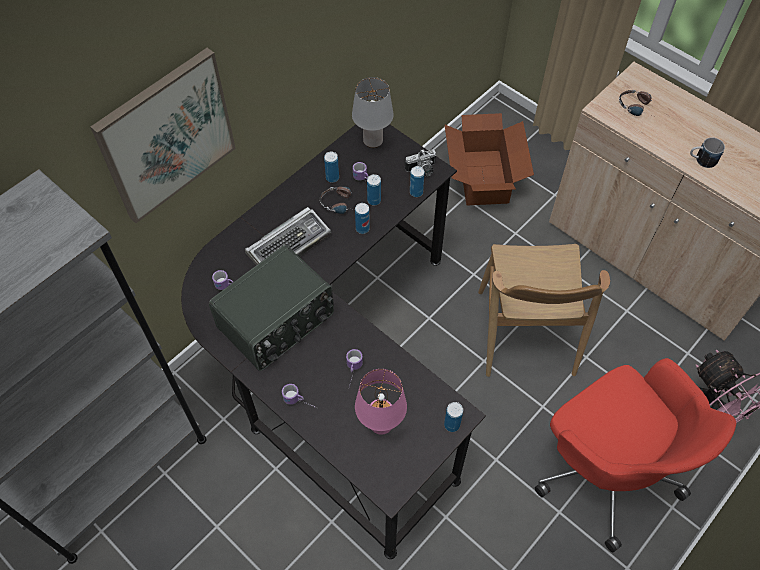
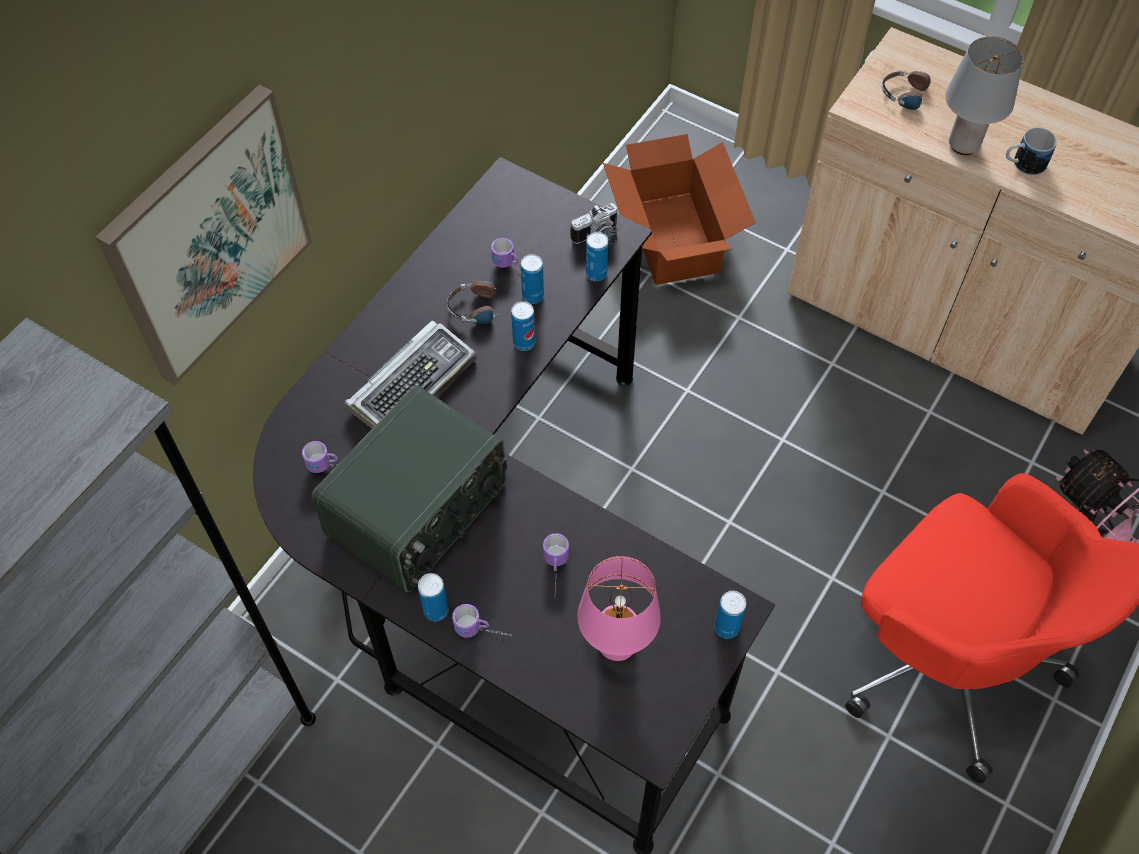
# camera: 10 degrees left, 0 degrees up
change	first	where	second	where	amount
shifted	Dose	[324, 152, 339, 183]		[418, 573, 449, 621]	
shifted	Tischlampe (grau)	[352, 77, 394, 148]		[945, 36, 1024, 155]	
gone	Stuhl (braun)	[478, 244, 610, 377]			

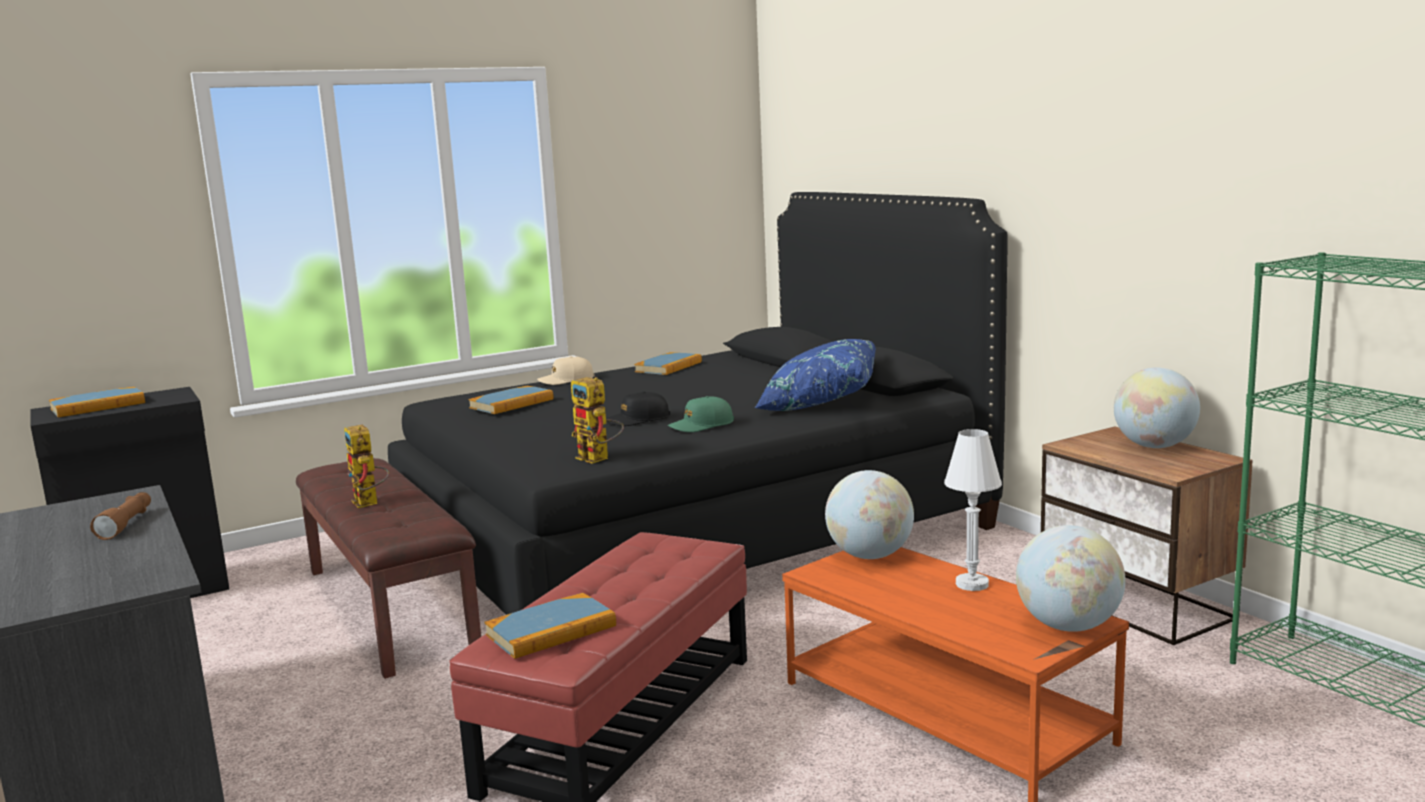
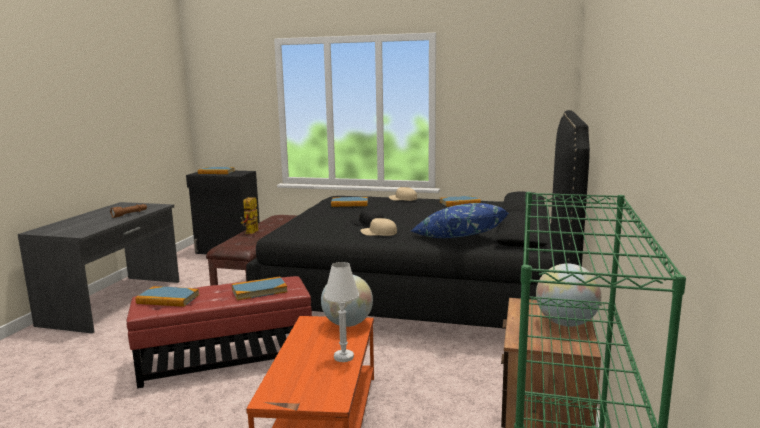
# camera: 45 degrees right, 0 degrees up
change	first	where	second	where	amount
new			Buch	[232, 277, 288, 300]	
repainted	Kappe (grün)	[668, 396, 734, 432]	Kappe (beige)	[360, 218, 397, 236]	
gone	Spielzeugroboter	[571, 377, 624, 464]			
gone	Globus	[1016, 525, 1126, 632]			

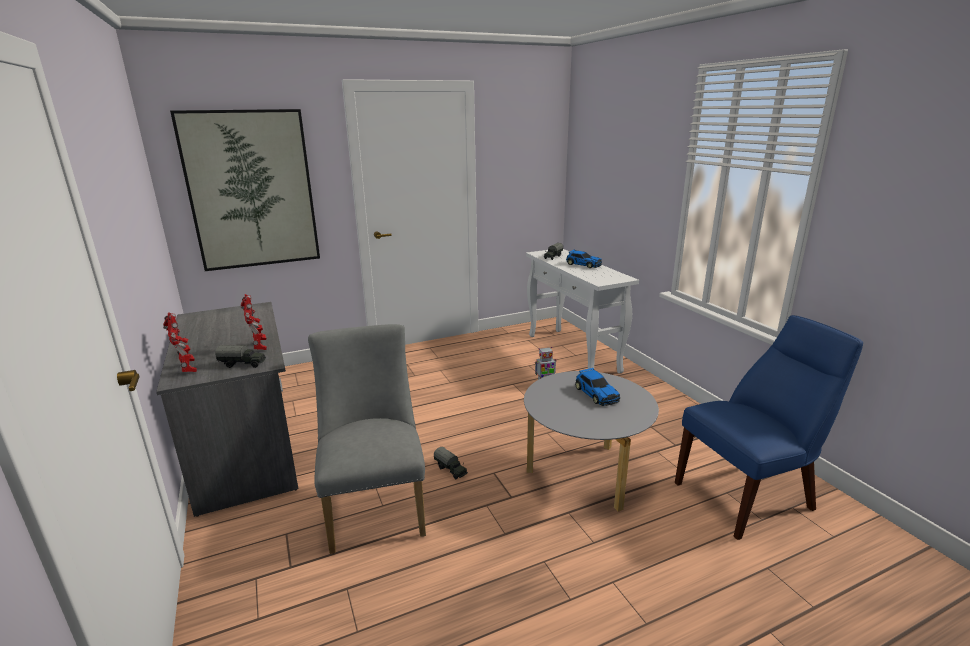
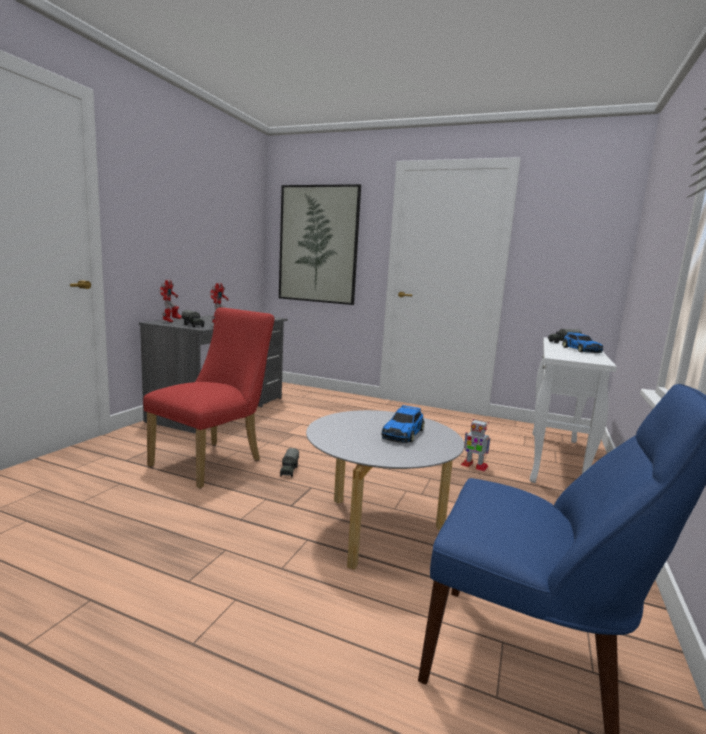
# camera: 45 degrees right, 10 degrees down
change	first	where	second	where	amount
repainted	Stuhl (grau)	[308, 324, 426, 554]	Stuhl (rot)	[143, 308, 275, 489]	

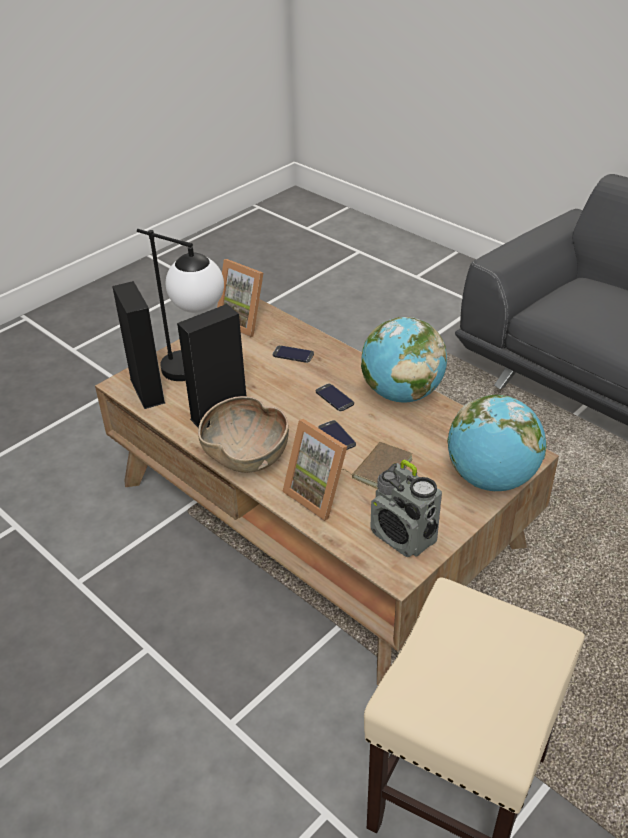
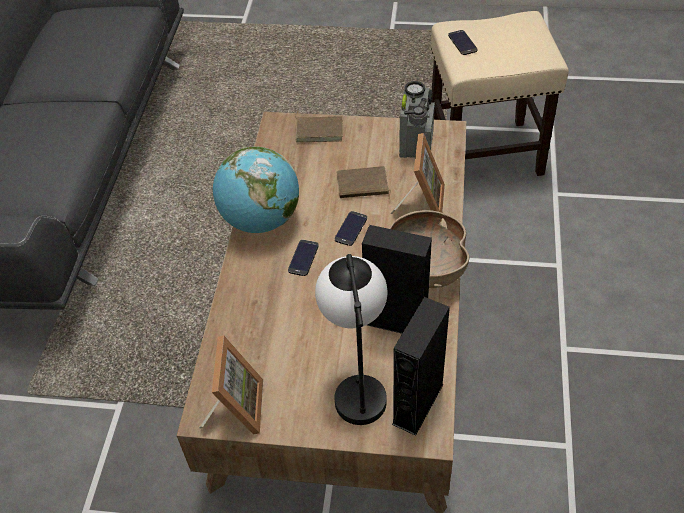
# camera: 125 degrees left, 10 degrees up
change	first	where	second	where	amount
swapped	Globus	[447, 395, 547, 491]	Buch (braun)	[295, 112, 343, 142]	
shifted	Handy	[272, 345, 314, 363]		[448, 30, 478, 55]	

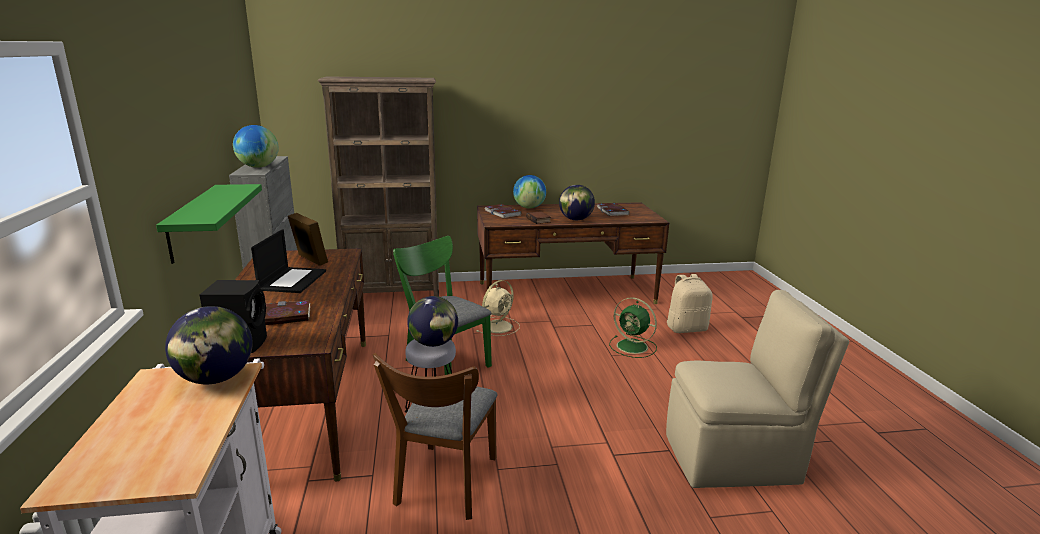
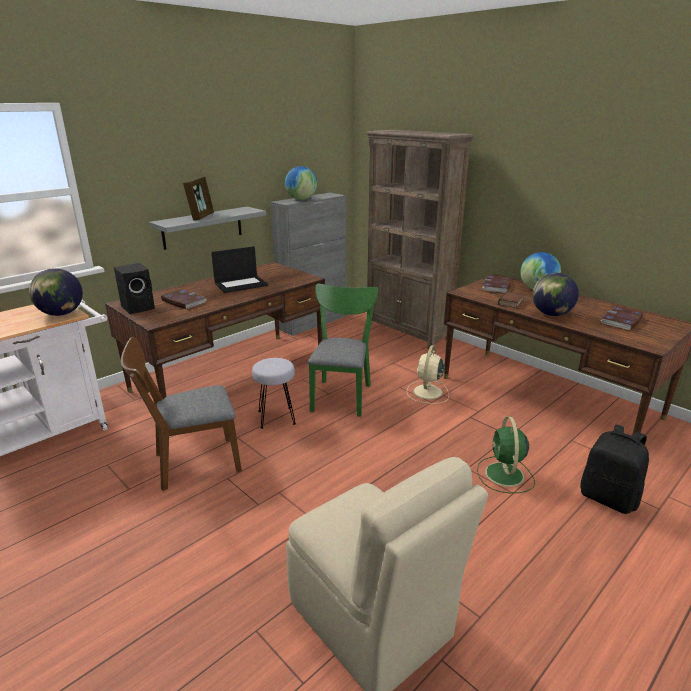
# camera: 55 degrees right, 5 degrees up
change	first	where	second	where	amount
repainted	Wandregal (grün)	[156, 184, 262, 264]	Wandregal (grau)	[149, 207, 266, 250]	
shifted	Bilderrahmen	[288, 213, 328, 266]		[183, 176, 214, 220]	
rotated	Ventilator (beige)	[477, 280, 520, 336]		[407, 345, 449, 404]	105 degrees clockwise
repainted	Rucksack (beige)	[667, 274, 713, 333]	Rucksack (schwarz)	[580, 425, 649, 514]	
gone	Globus	[407, 296, 458, 347]			

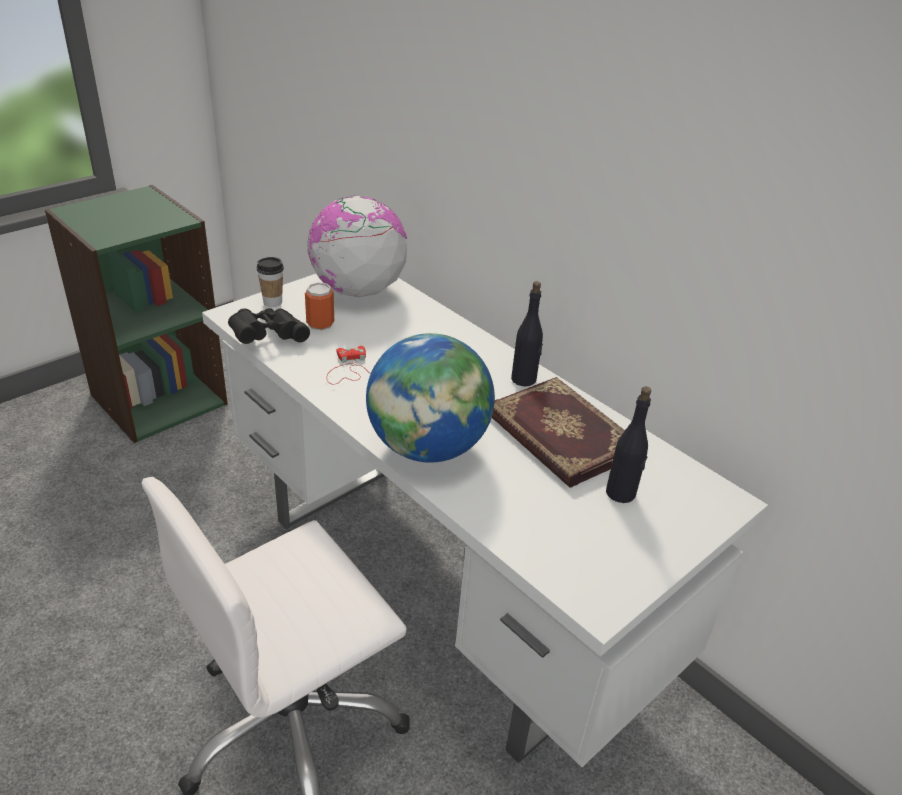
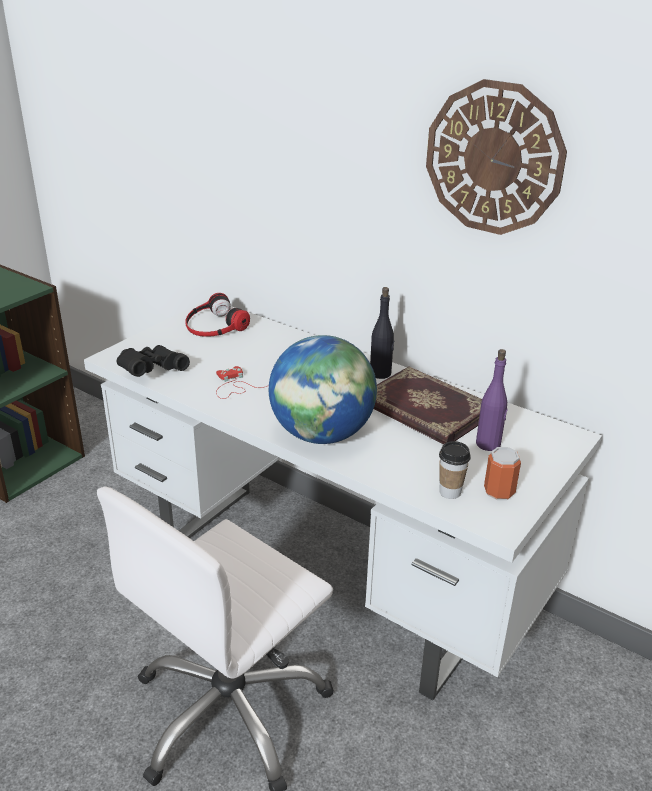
# camera: 10 degrees left, 5 degrees down
change	first	where	second	where	amount
swapped	Globus	[307, 195, 407, 297]	Kopfhörer	[185, 293, 250, 337]	
new			Wanduhr	[426, 79, 567, 235]	
shifted	Tasse	[257, 257, 284, 307]		[439, 441, 471, 499]	
repainted	Flasche (schwarz)	[606, 387, 651, 503]	Flasche (lila)	[476, 349, 508, 451]	
shifted	Dose	[305, 282, 334, 331]		[484, 447, 521, 500]	

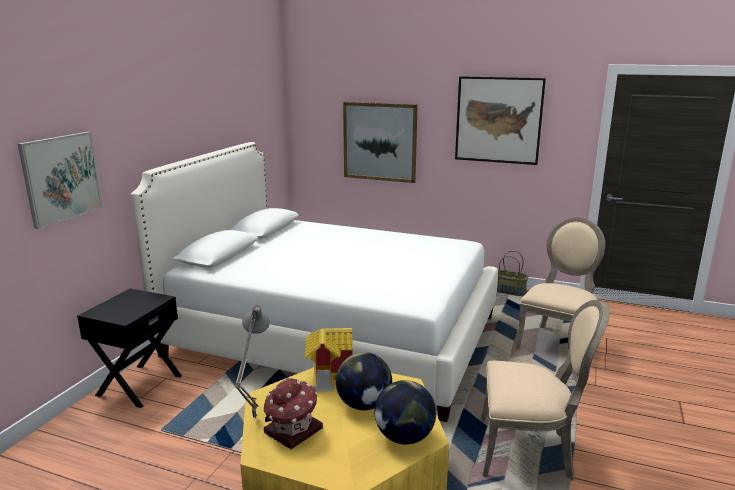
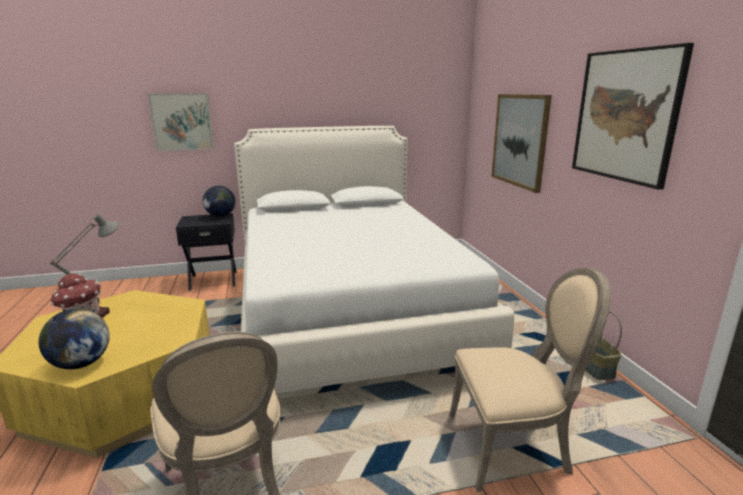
# camera: 55 degrees right, 0 degrees up
change	first	where	second	where	amount
shifted	Globus	[336, 352, 392, 410]		[203, 186, 235, 217]	
gone	Spielzeughaus	[305, 328, 353, 391]			

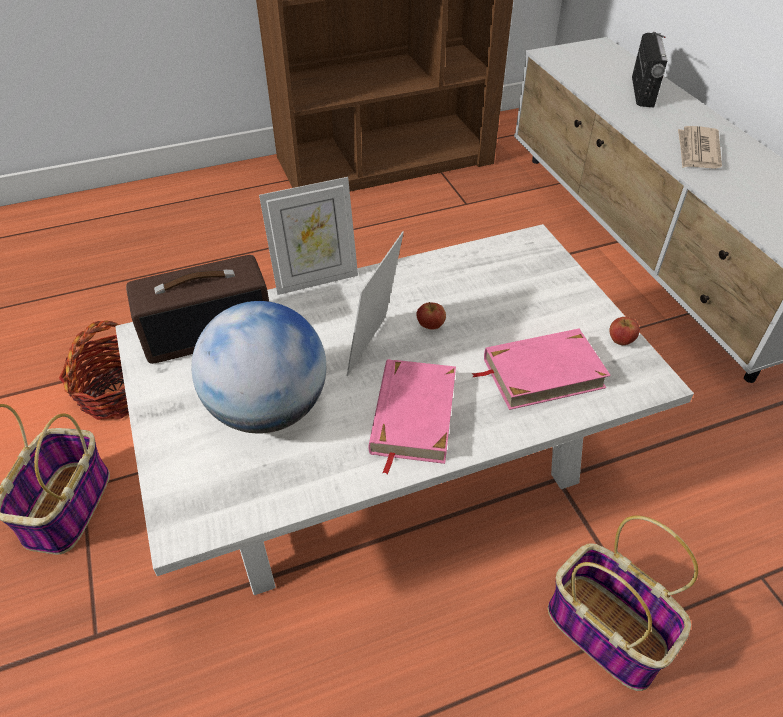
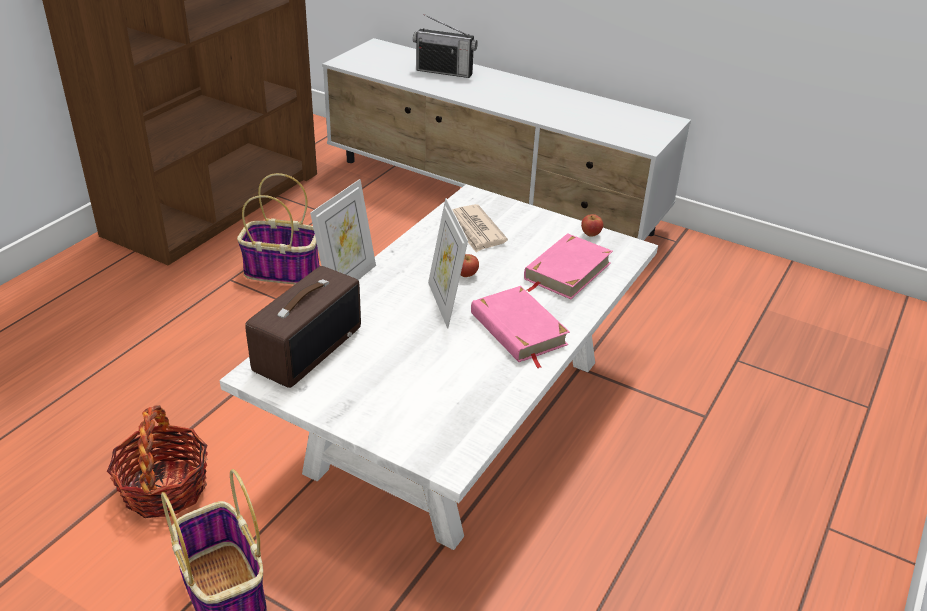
# camera: 40 degrees left, 10 degrees down
change	first	where	second	where	amount
shifted	Korb	[548, 515, 698, 691]		[237, 173, 320, 284]	
rotated	Radio	[632, 32, 667, 107]		[413, 14, 478, 78]	135 degrees clockwise
shifted	Zeitung	[678, 126, 722, 169]		[452, 204, 508, 253]	
gone	Globus	[192, 301, 326, 433]			

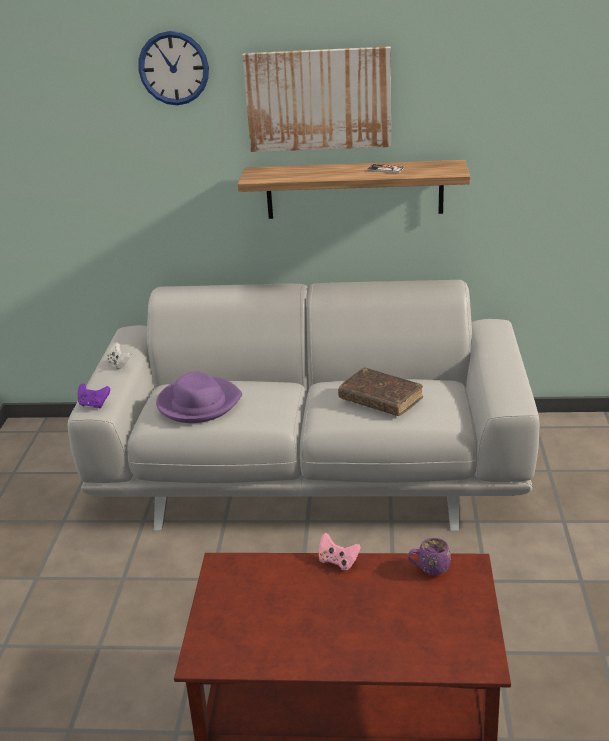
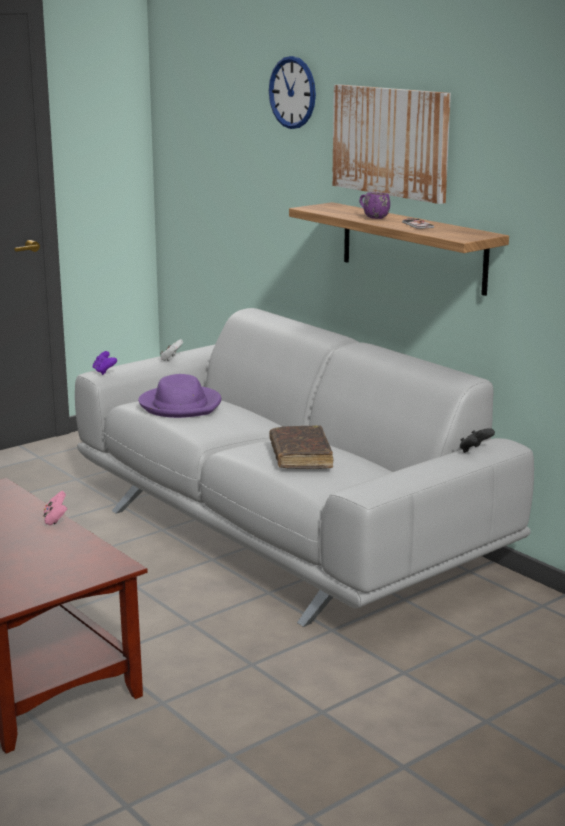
# camera: 45 degrees right, 10 degrees down
change	first	where	second	where	amount
shifted	Henkelbecher (lila)	[408, 538, 451, 575]		[360, 192, 390, 219]	
new			Gamepad (schwarz)	[460, 428, 495, 453]	

